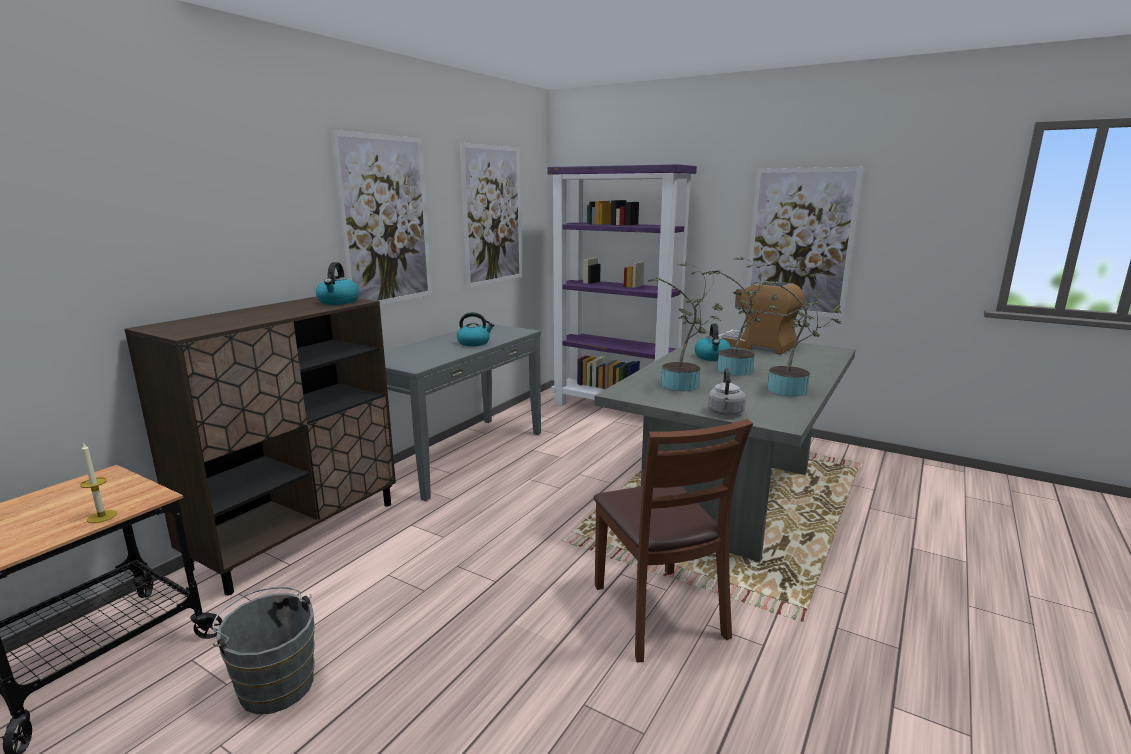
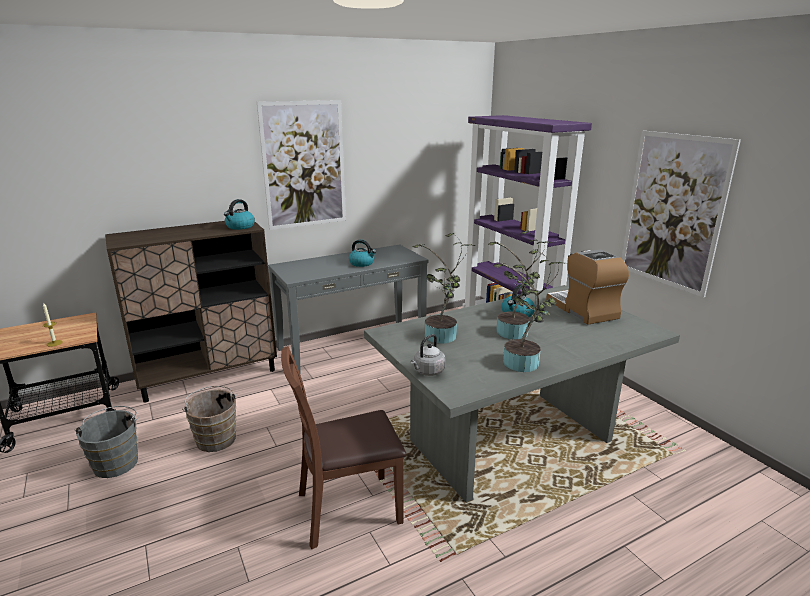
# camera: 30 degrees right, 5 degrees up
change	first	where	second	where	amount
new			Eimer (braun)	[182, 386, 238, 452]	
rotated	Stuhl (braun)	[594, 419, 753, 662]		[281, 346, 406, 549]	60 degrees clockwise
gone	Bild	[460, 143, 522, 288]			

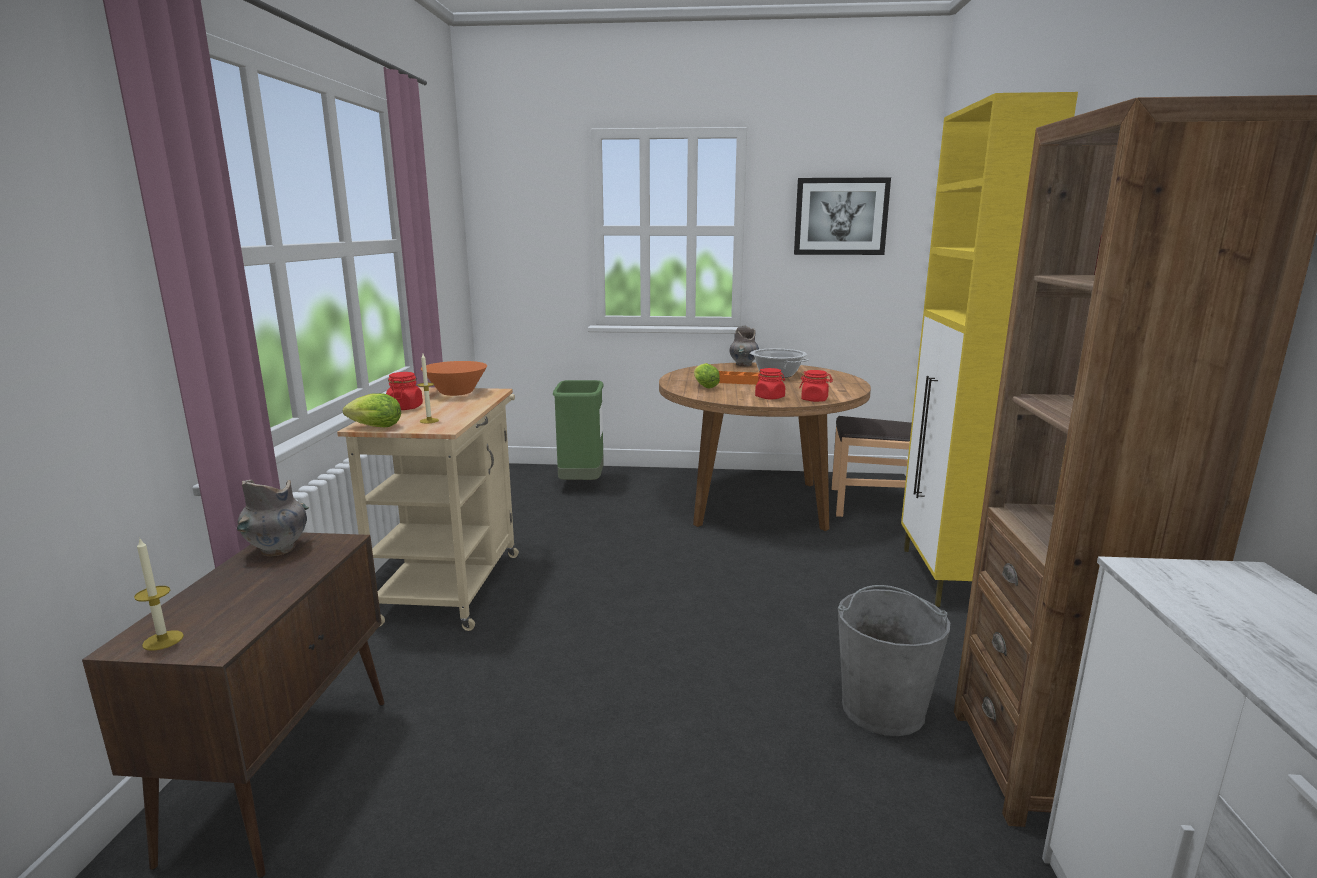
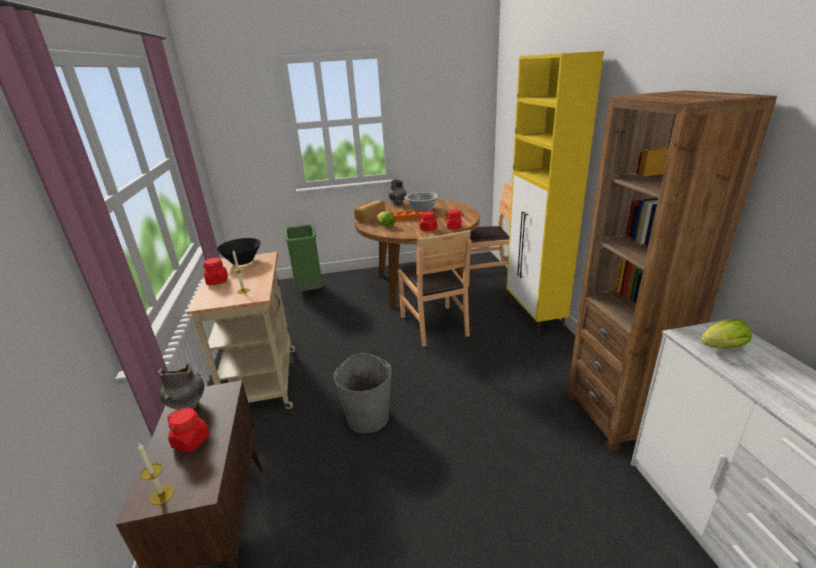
# camera: 15 degrees left, 10 degrees up
change	first	where	second	where	amount
new			Vorratsglas (rot)	[168, 408, 210, 453]	
repainted	Schüssel (orange)	[421, 361, 487, 396]	Schüssel (schwarz)	[216, 238, 261, 265]	
shifted	Eimer (grau)	[838, 585, 950, 736]		[333, 353, 392, 433]	
new			Brot	[354, 200, 385, 222]	
new			Stuhl (braun)	[398, 230, 472, 347]	
shifted	Salatkopf	[343, 393, 401, 427]		[700, 319, 752, 349]	
gone	Bild	[794, 177, 891, 255]			

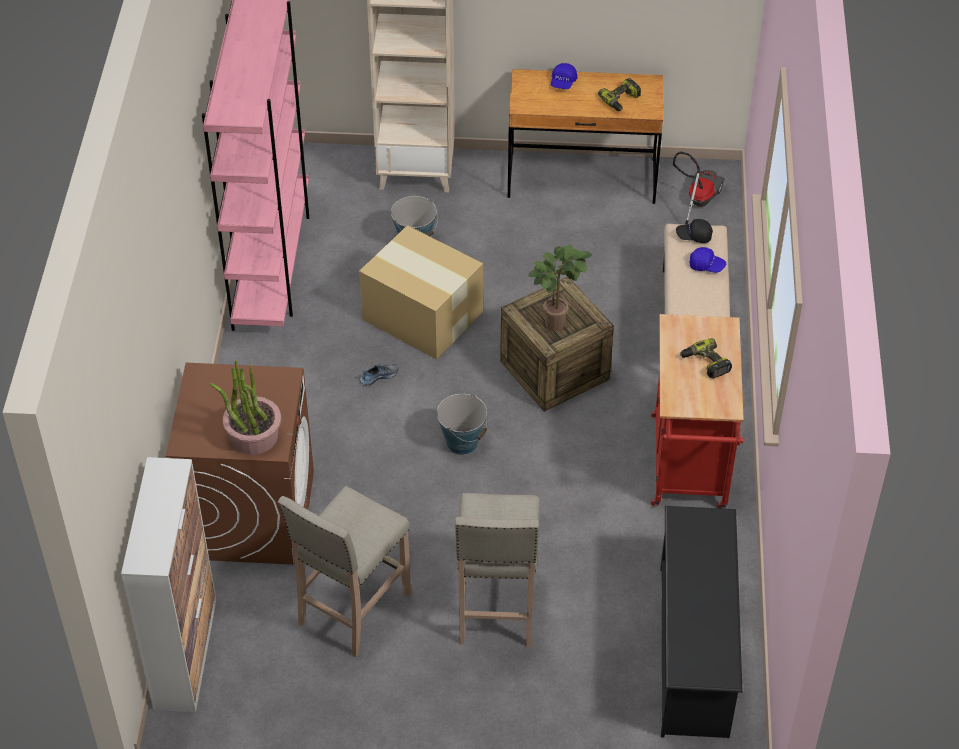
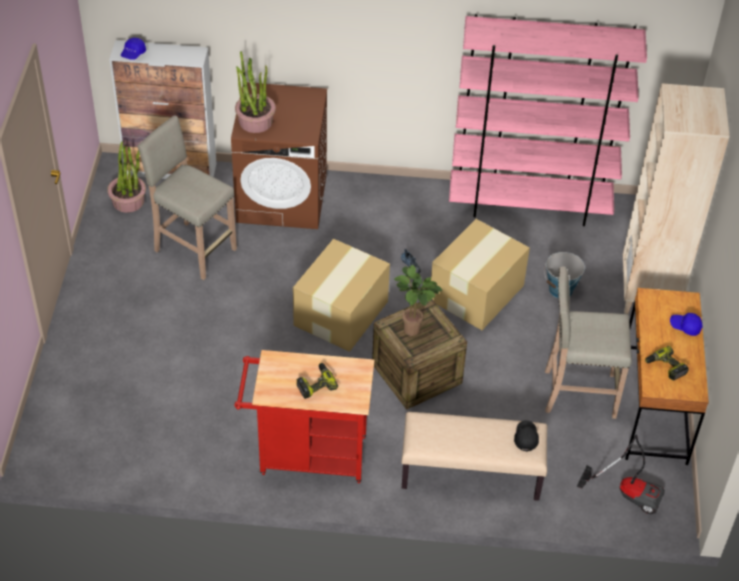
# camera: 90 degrees right, 0 degrees up
change	first	where	second	where	amount
new			Topfpflanze	[107, 142, 146, 213]	
shifted	Kappe (blau)	[690, 247, 726, 273]		[121, 38, 146, 60]	
swapped	Eimer	[437, 394, 487, 455]	Karton	[293, 239, 390, 352]	
shifted	Hocker (beige)	[455, 493, 540, 647]		[545, 266, 632, 419]	
gone	Schuhregal (schwarz)	[661, 506, 743, 738]			

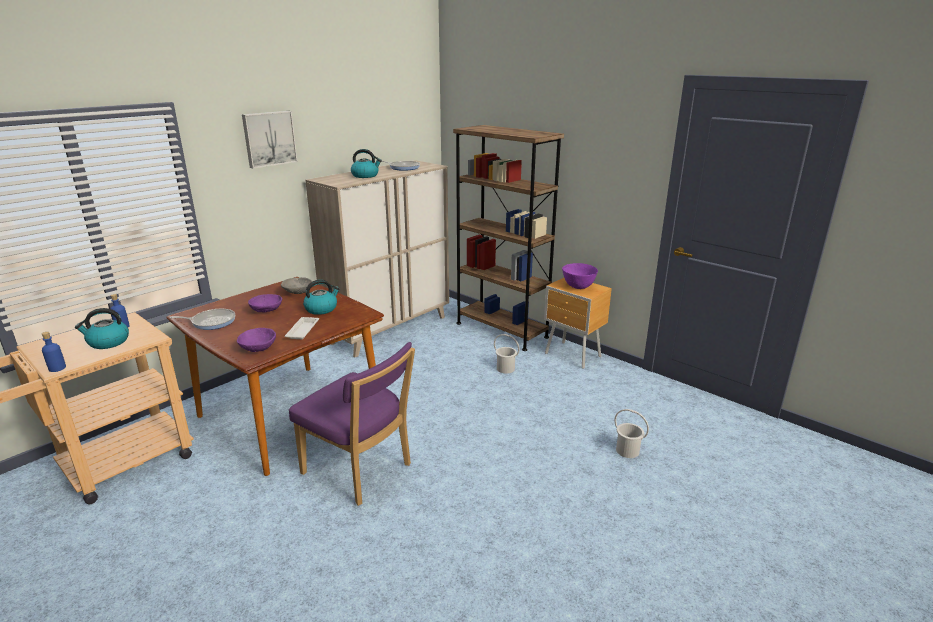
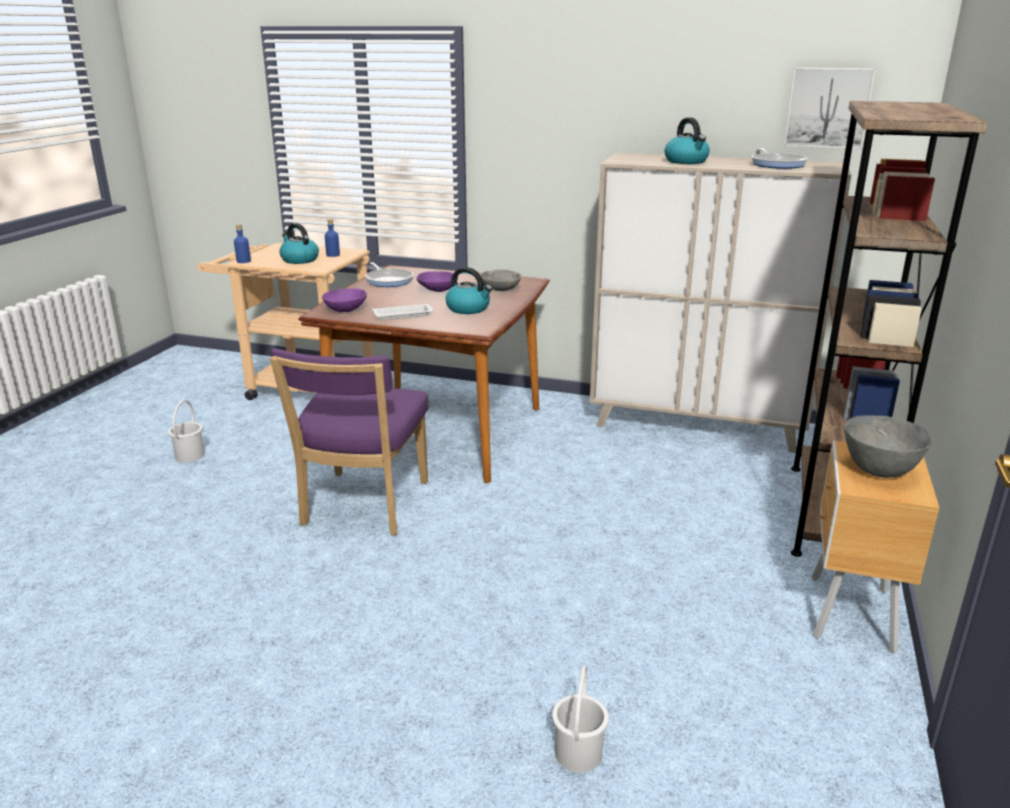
# camera: 65 degrees right, 0 degrees up
change	first	where	second	where	amount
shifted	Eimer (weiß)	[494, 334, 519, 373]		[168, 400, 205, 463]	
shifted	Bild	[242, 111, 297, 169]		[784, 67, 876, 149]	
repainted	Schüssel (lila)	[562, 263, 598, 289]	Schüssel (grau)	[844, 415, 932, 478]	

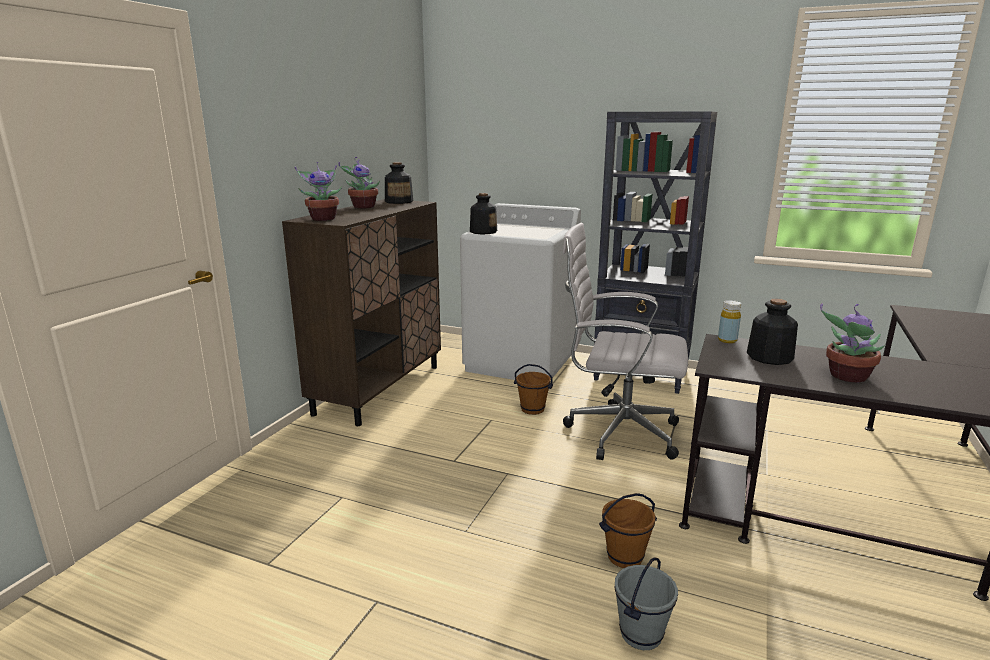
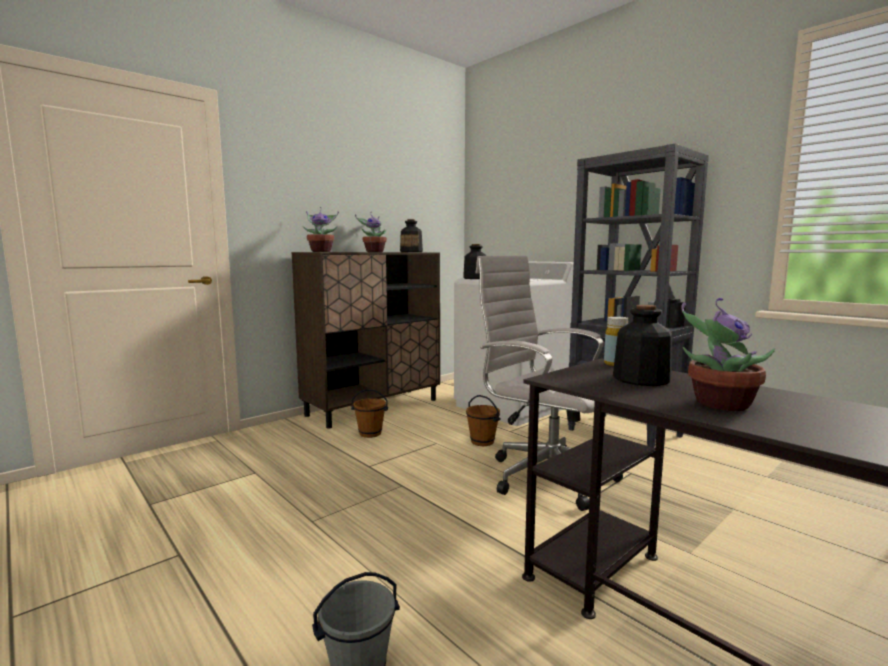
# camera: 25 degrees right, 10 degrees down
change	first	where	second	where	amount
shifted	Eimer (braun)	[599, 493, 657, 568]		[351, 389, 388, 438]	

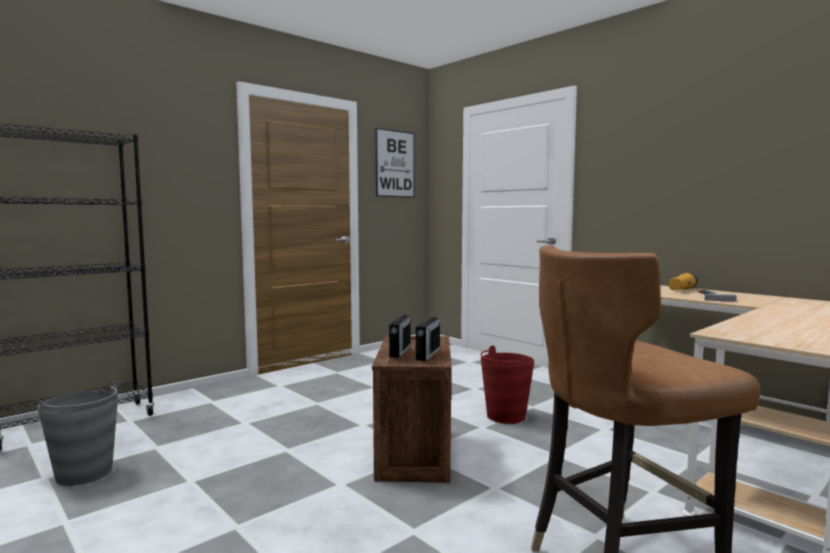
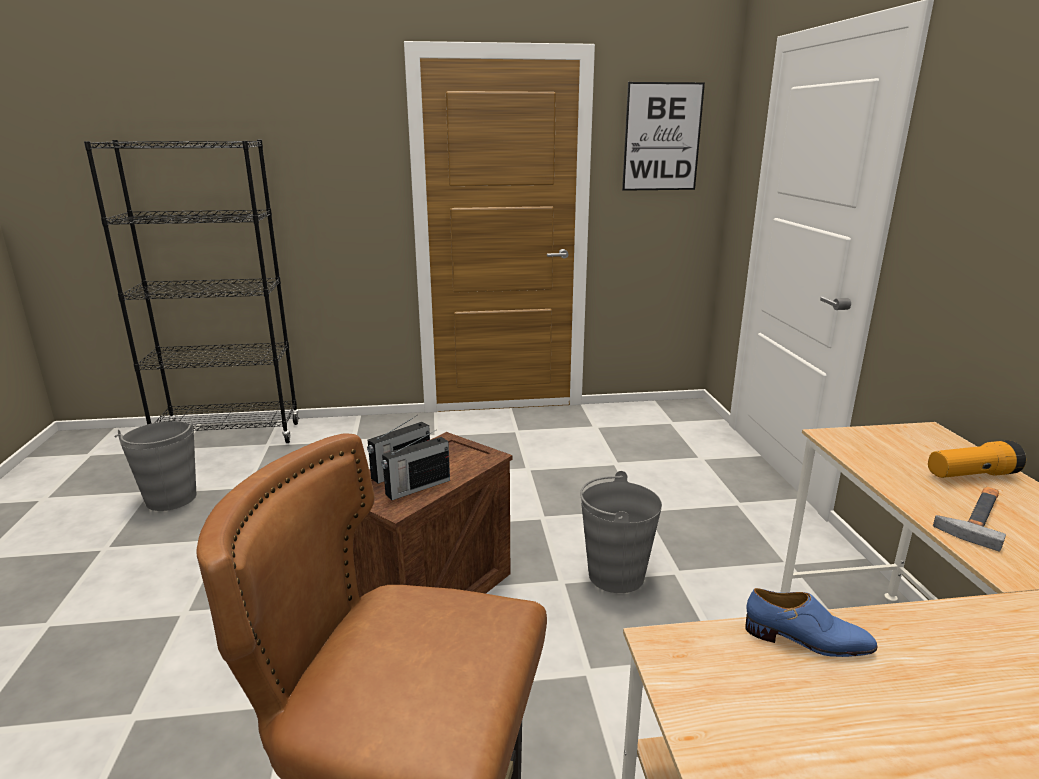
# camera: 35 degrees right, 15 degrees up
change	first	where	second	where	amount
repainted	Eimer (rot)	[480, 345, 534, 424]	Eimer (grau)	[580, 471, 662, 593]	
new			Schuh (blau)	[745, 588, 878, 657]	

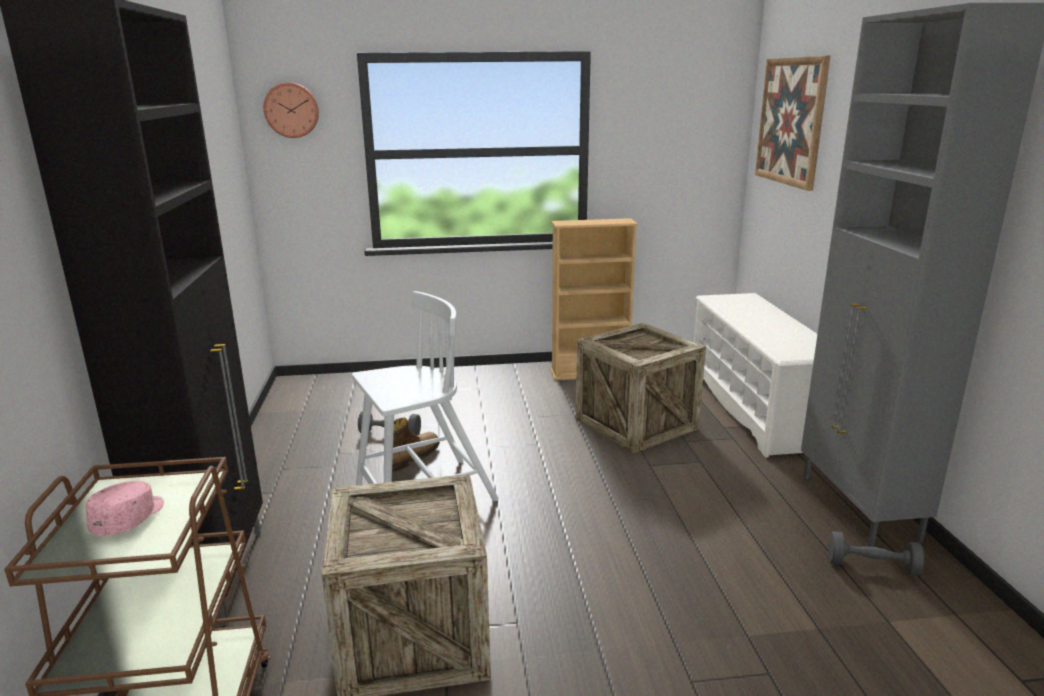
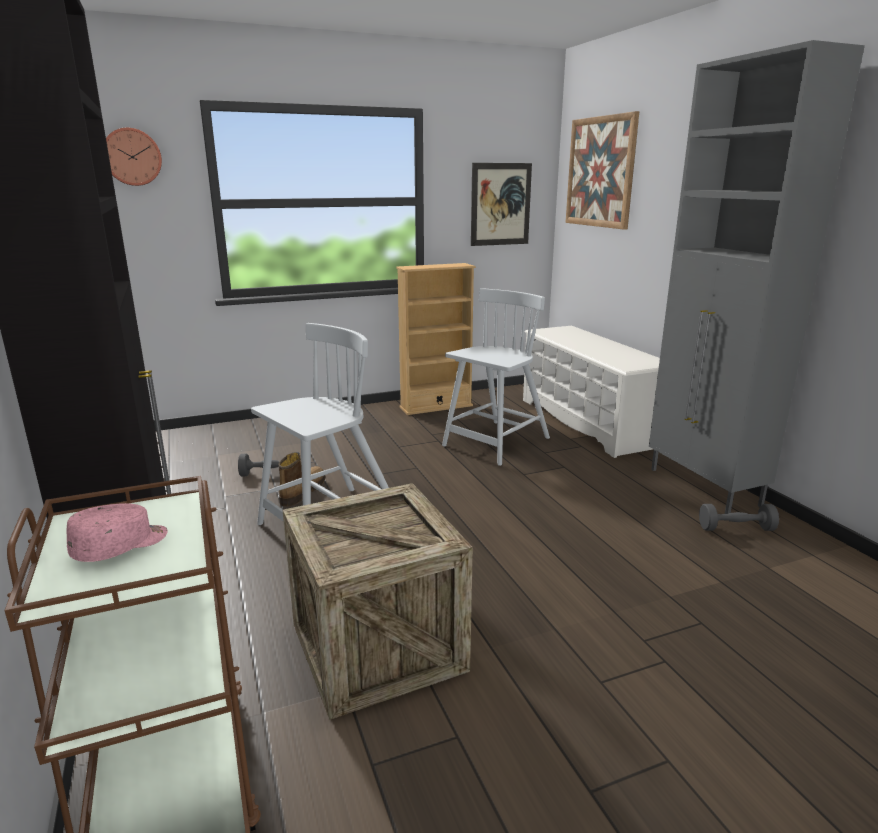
# camera: 15 degrees left, 0 degrees up
change	first	where	second	where	amount
rotated	Kappe (rosa)	[86, 481, 164, 536]		[67, 503, 168, 562]	45 degrees clockwise
swapped	Kiste	[576, 323, 706, 453]	Stuhl (weiß)	[442, 288, 550, 466]	
new			Bild	[471, 163, 532, 246]	

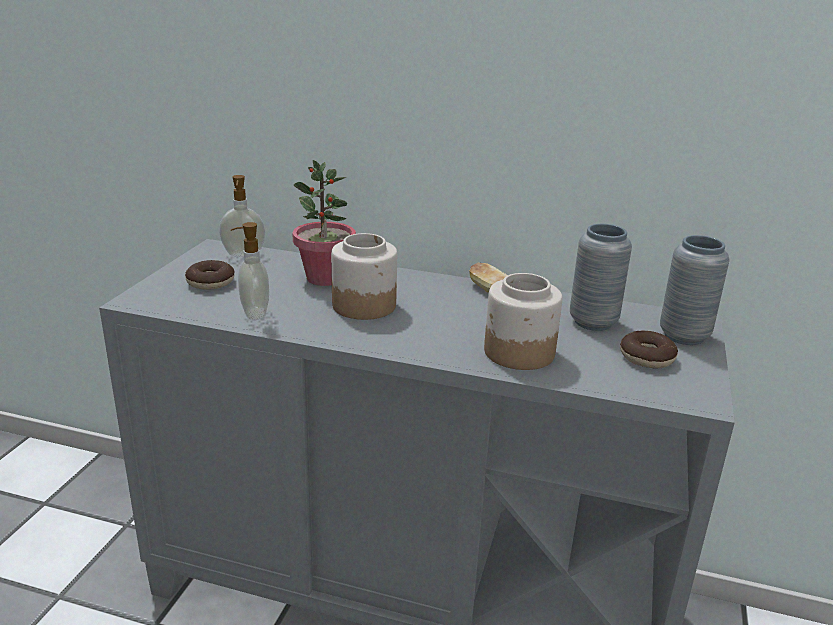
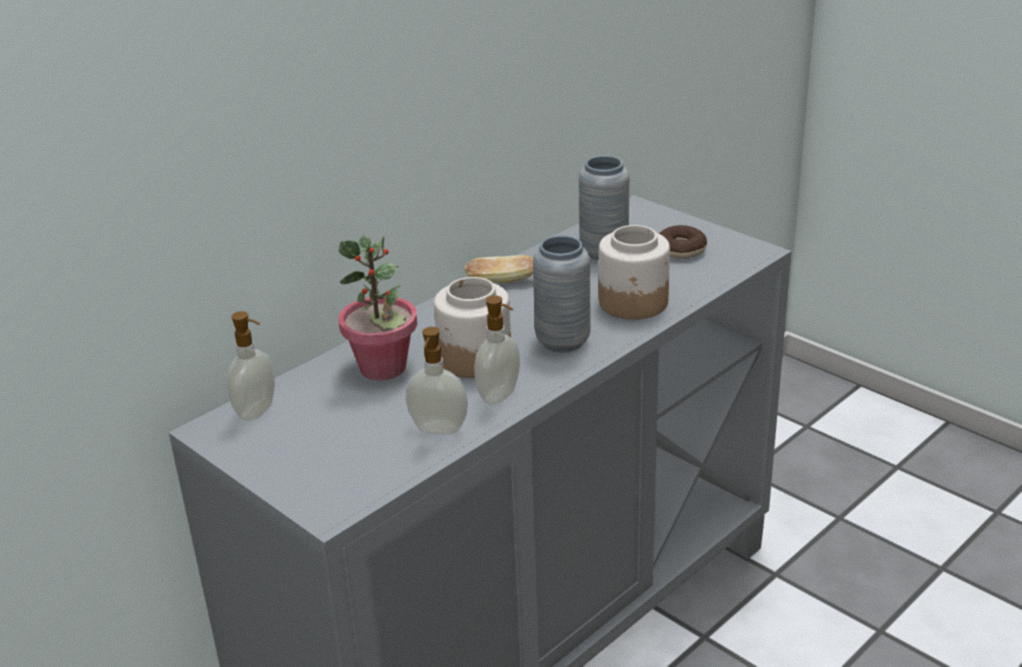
# camera: 60 degrees left, 5 degrees up
change	first	where	second	where	amount
new			Seifenspender	[474, 295, 520, 404]	
shifted	Vase (grau)	[660, 235, 729, 345]		[533, 235, 591, 352]	
gone	Donut	[185, 260, 234, 290]			

